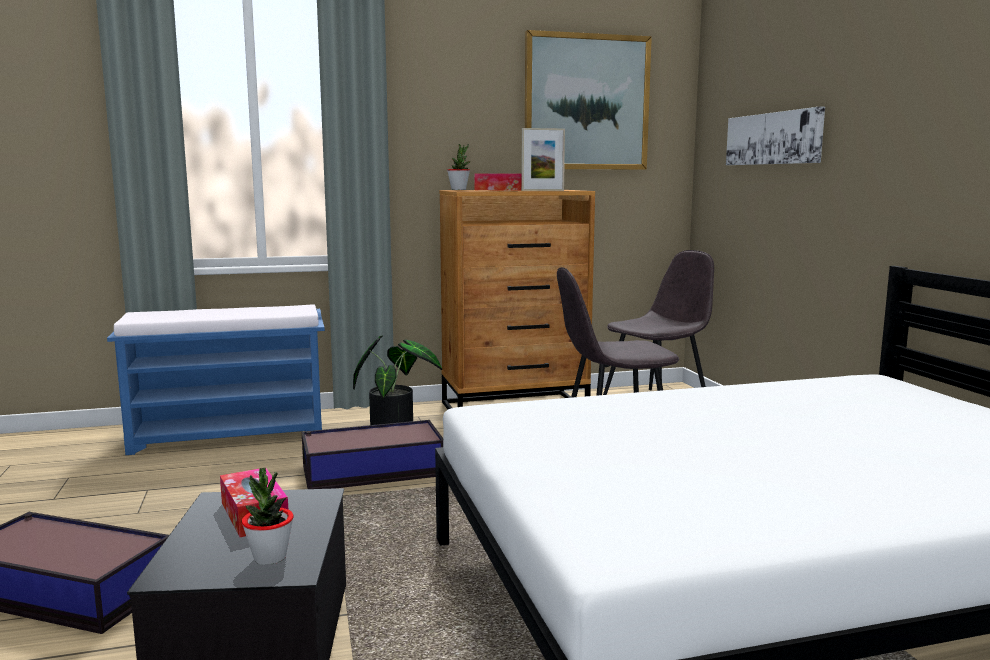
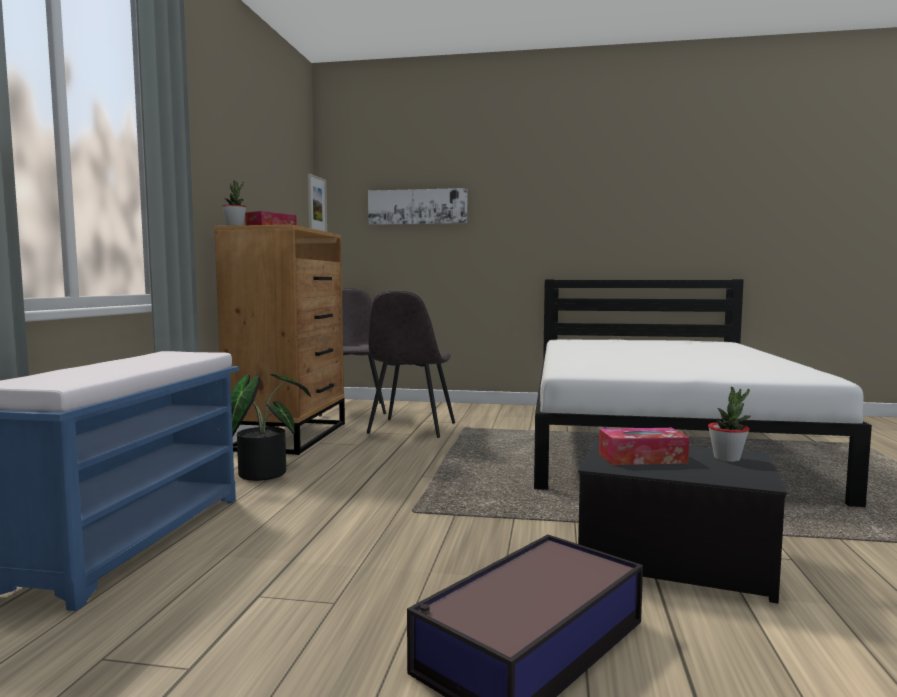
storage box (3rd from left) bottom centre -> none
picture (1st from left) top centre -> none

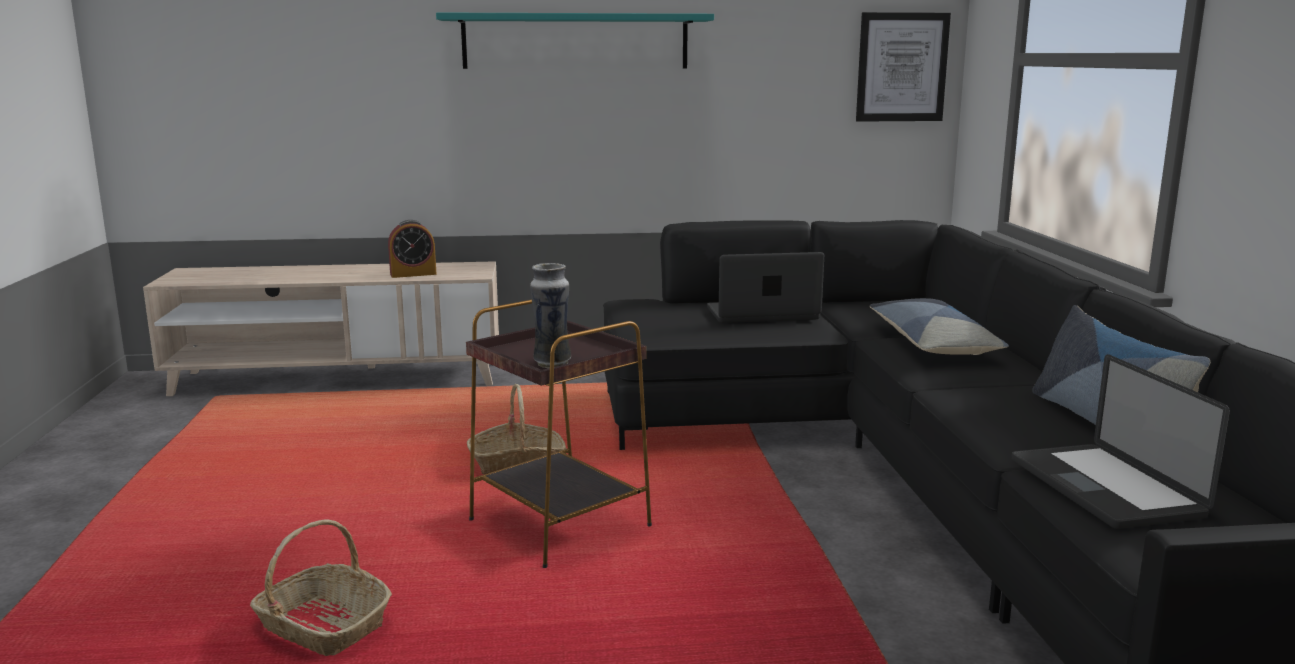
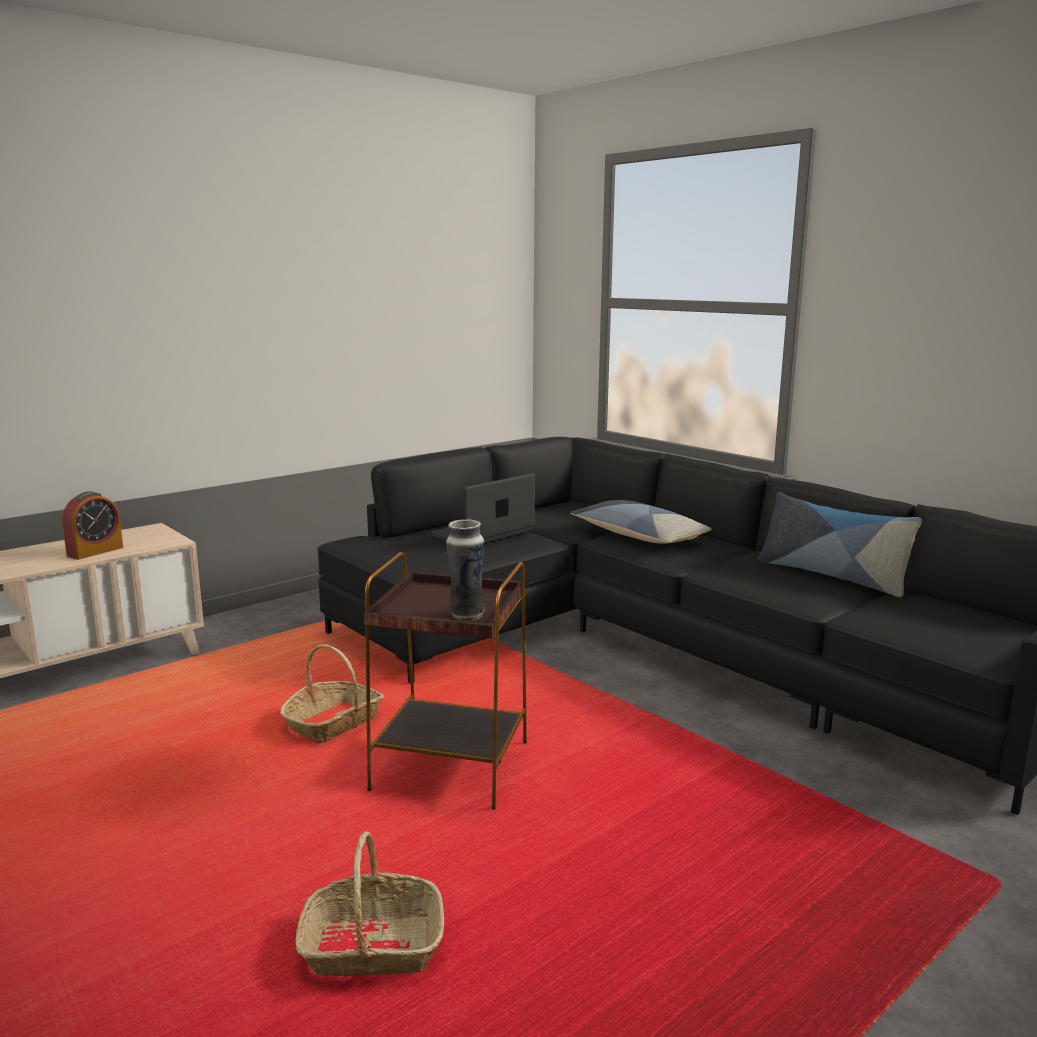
turquoise shelf top centre -> none
picture top right -> none
laptop (2nd from left) middle right -> none

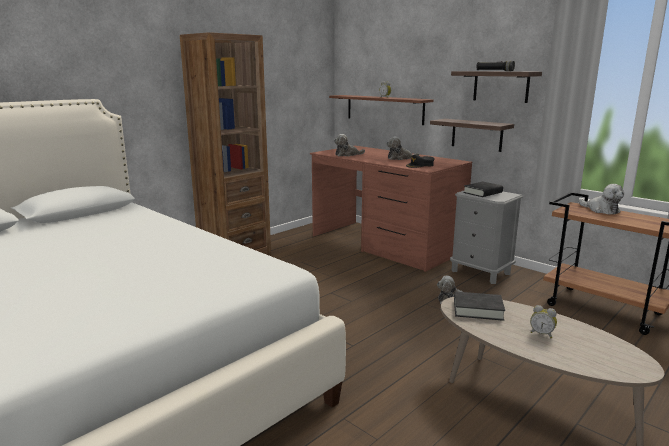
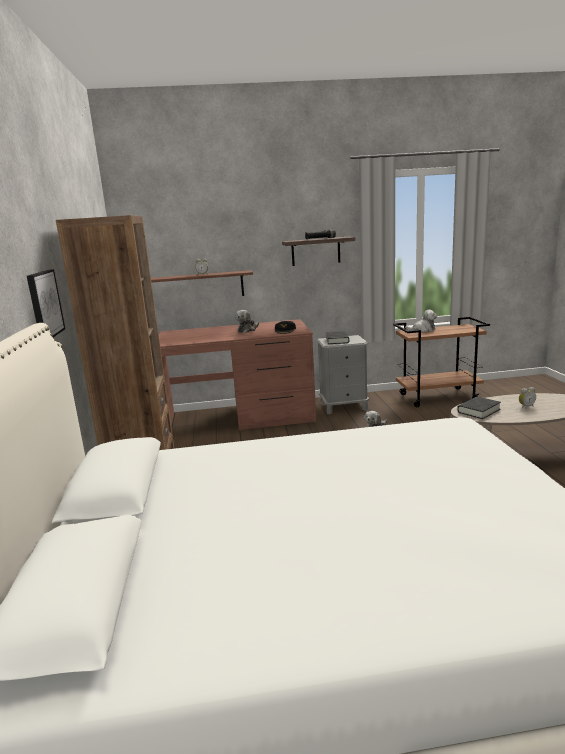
plush toy (1st from left) top centre -> none
shelf (2nd from left) top right -> none
none -> picture middle left

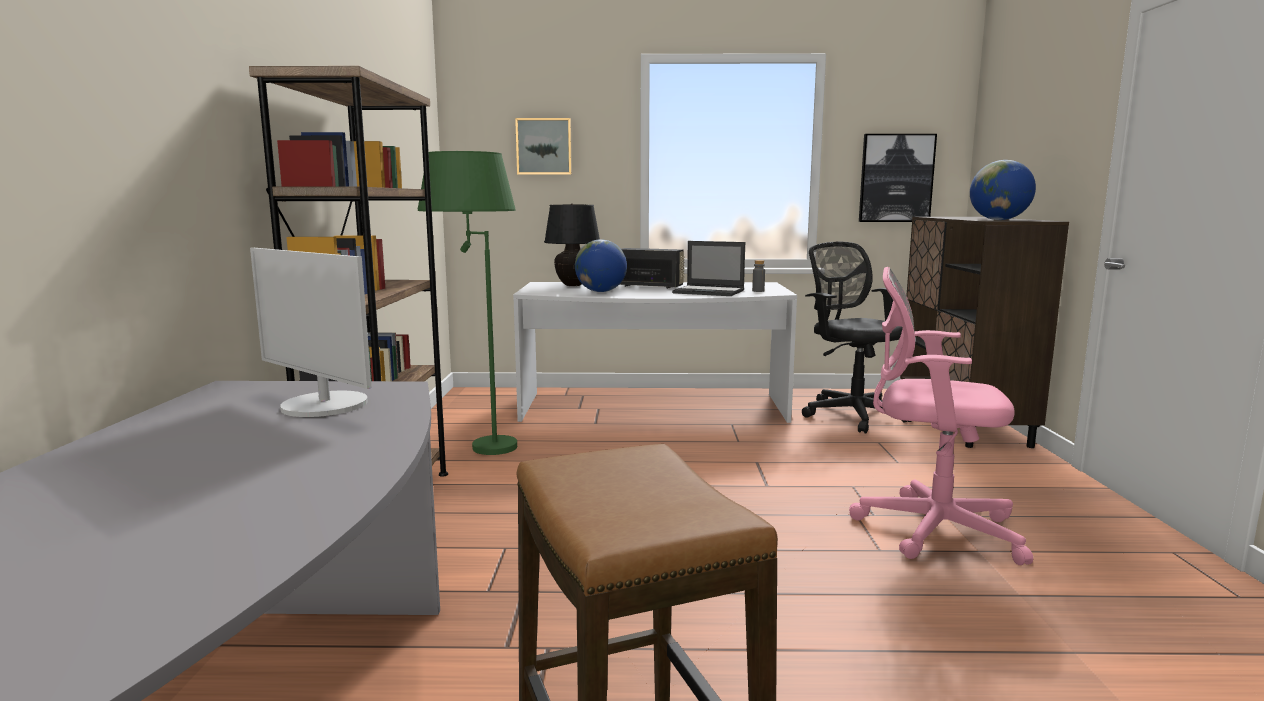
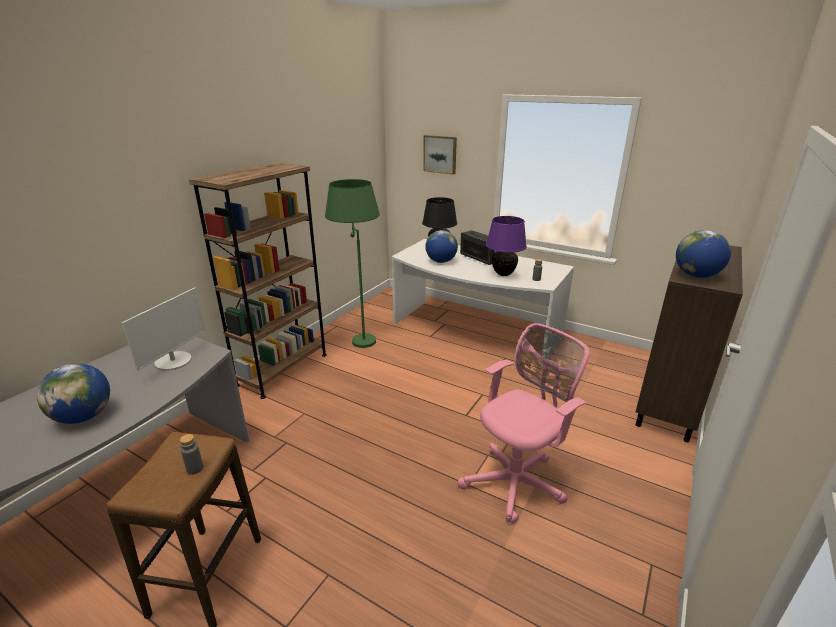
black office chair middle right -> none
picture (2nd from left) top right -> none
none -> globe (1st from left) middle left
none -> grey bottle (1st from left) bottom left
laptop centre -> purple table lamp centre
monitor middle left, 135 degrees counterclockwise
pink office chair middle right -> pink office chair bottom centre, 90 degrees clockwise

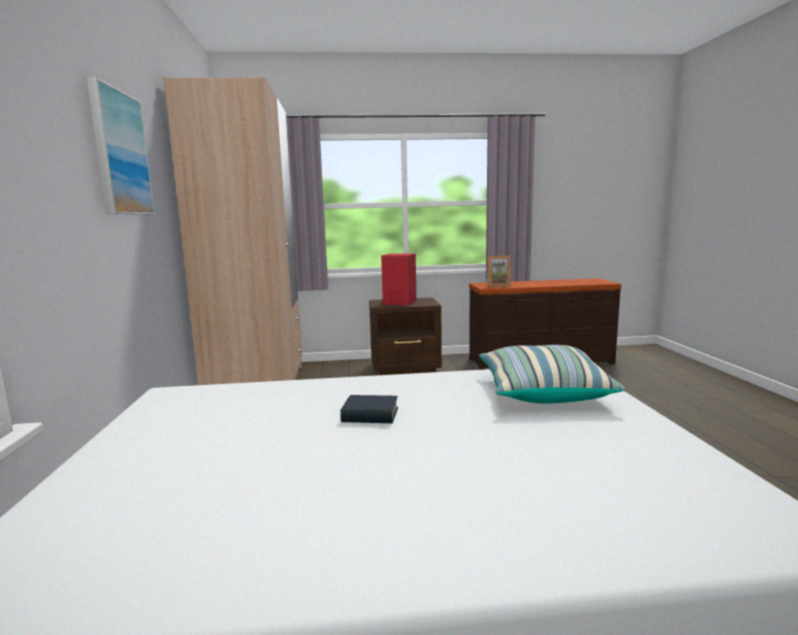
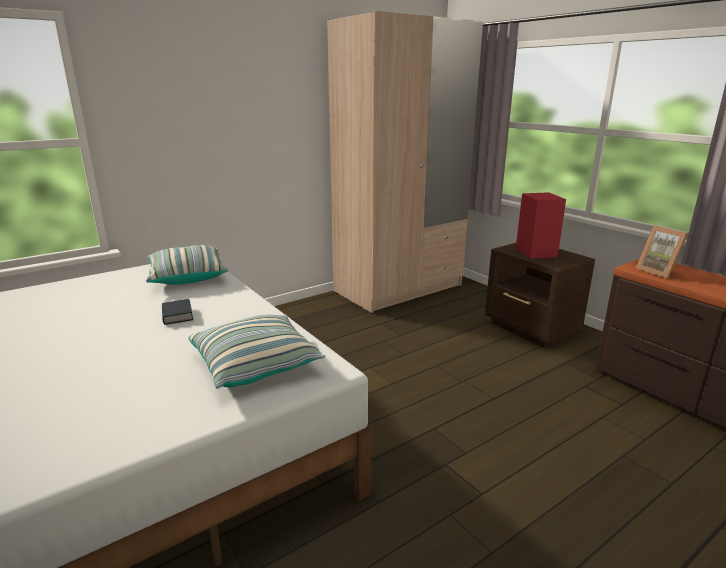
picture top left -> none
none -> pillow (1st from left) middle left

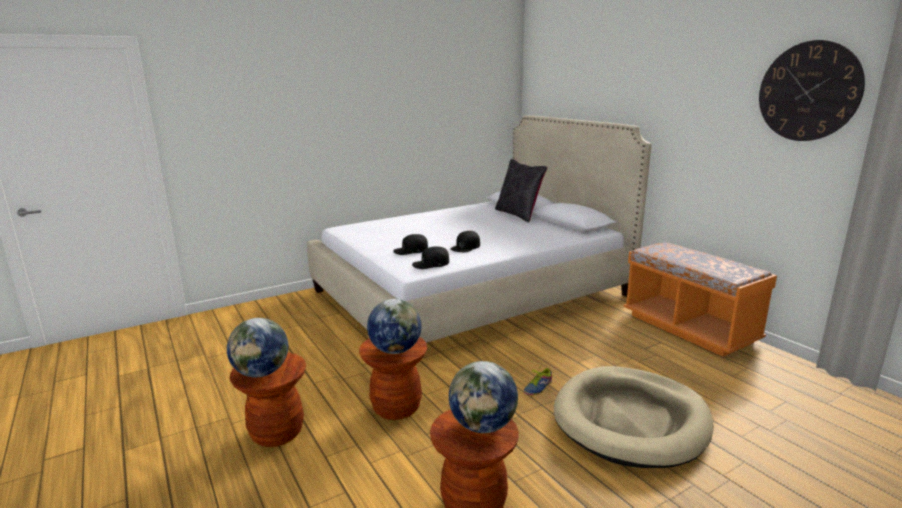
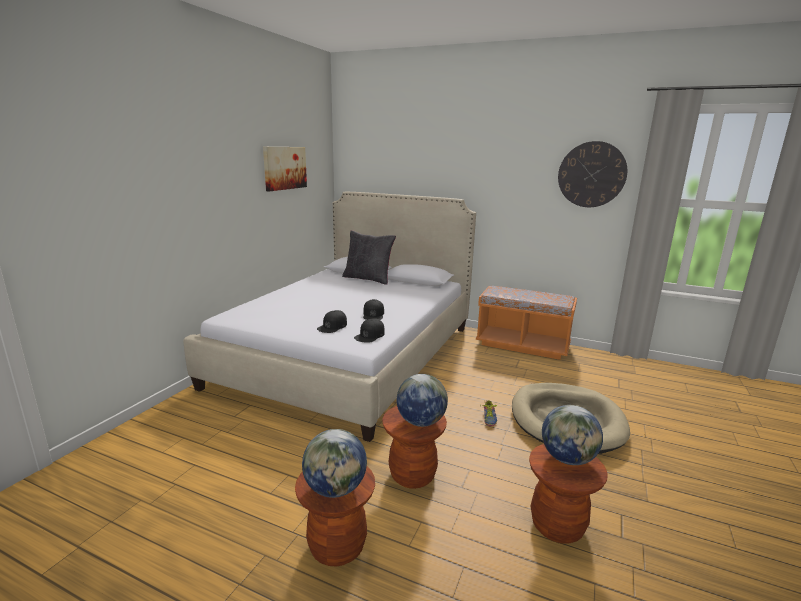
none -> picture top centre

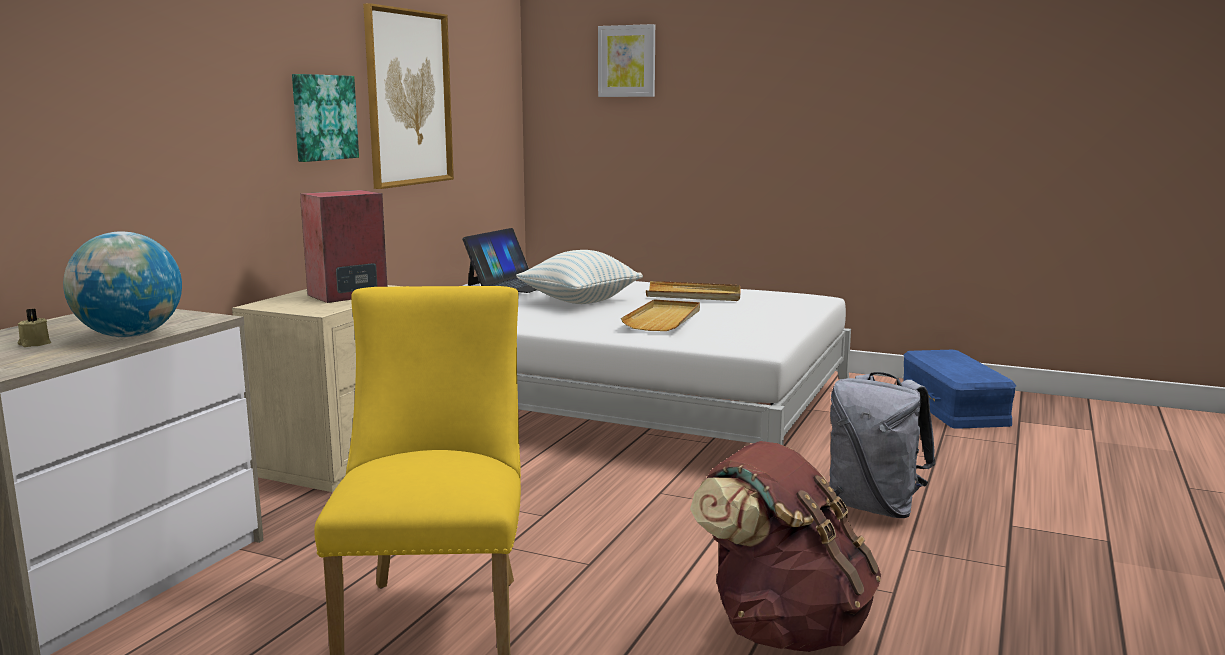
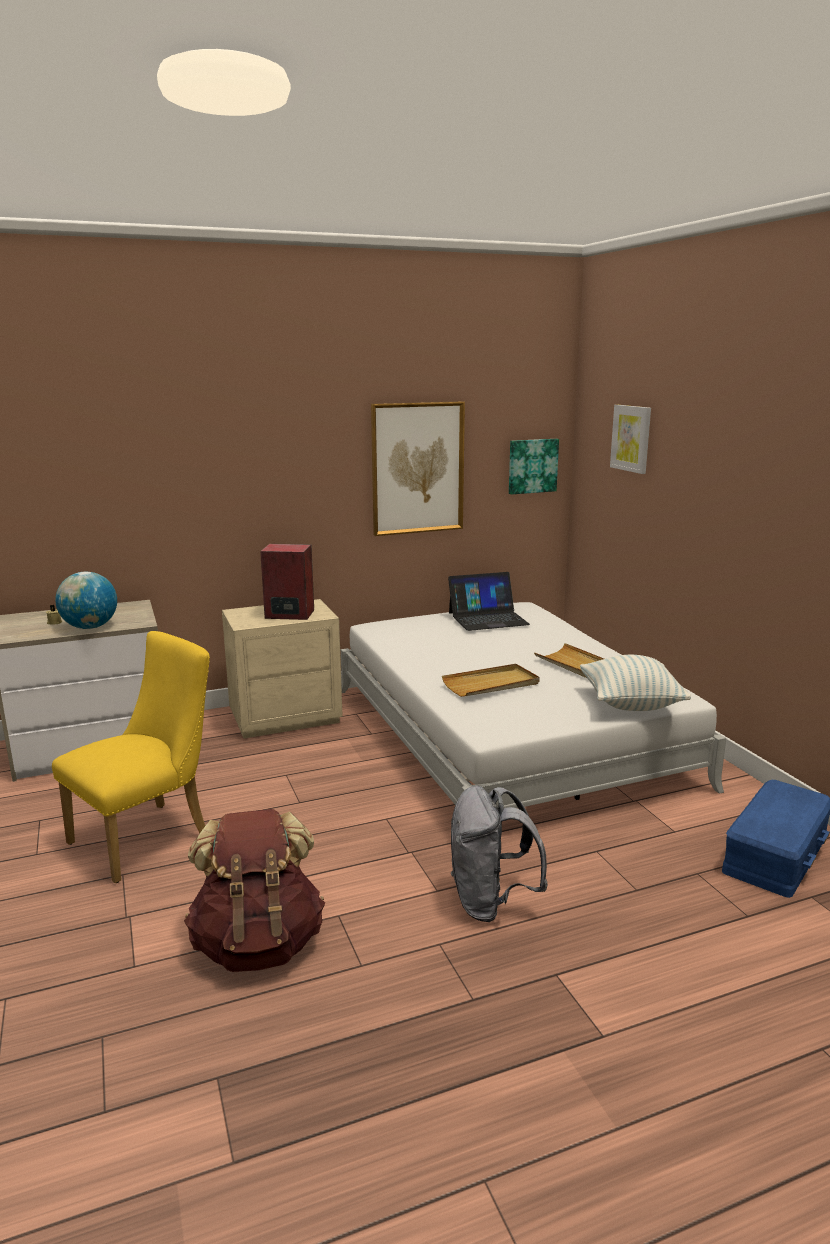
picture (1st from left in the first image) top left -> picture (2nd from left) centre, move
pillow centre -> pillow middle right, move

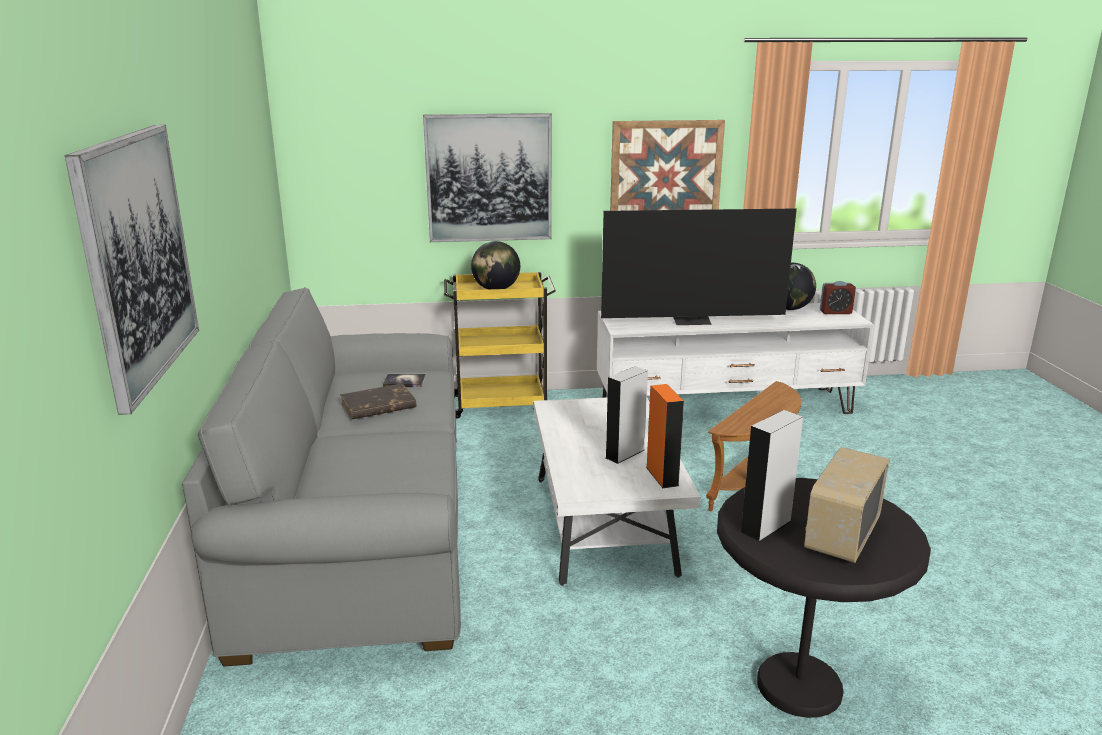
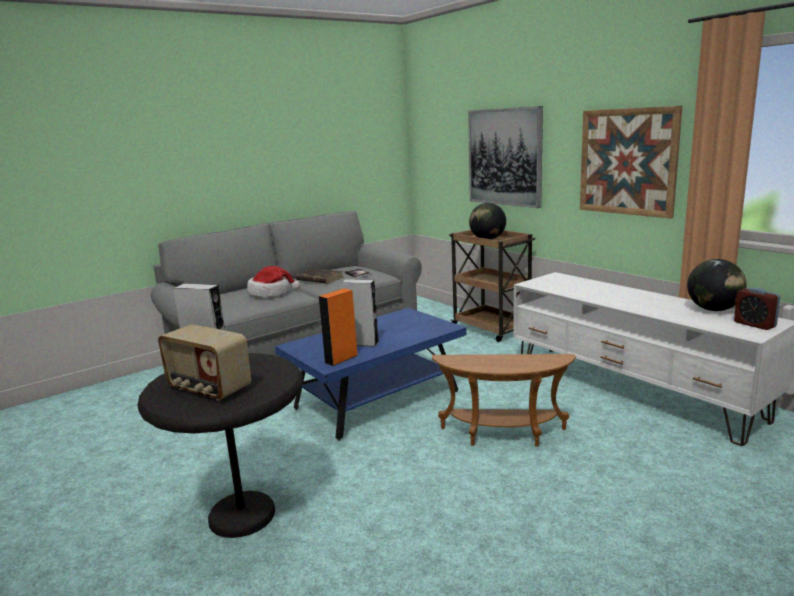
picture (1st from left) middle left -> none
television centre -> none
none -> hat centre
yellow cart centre -> brown cart centre
white coffee table bottom centre -> blue coffee table centre
radio bottom right -> radio middle left, 150 degrees counterclockwise

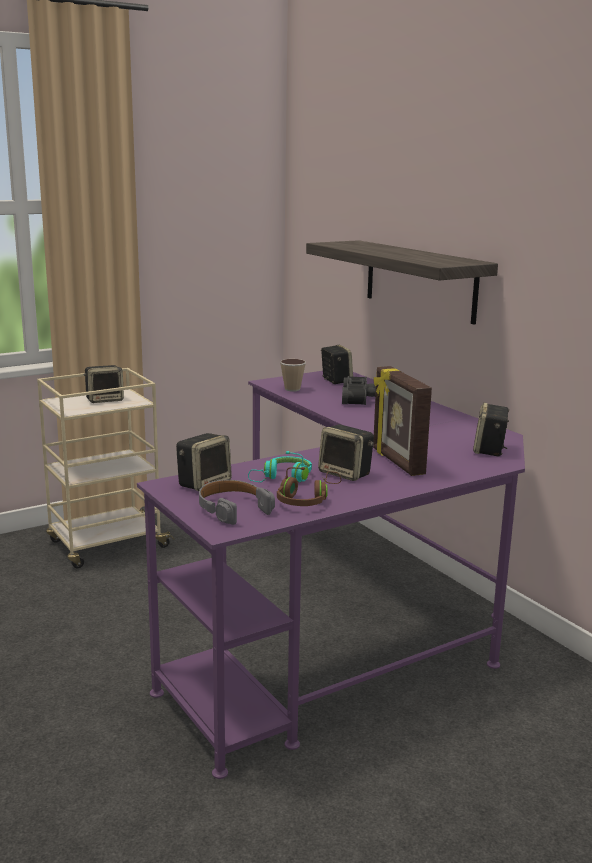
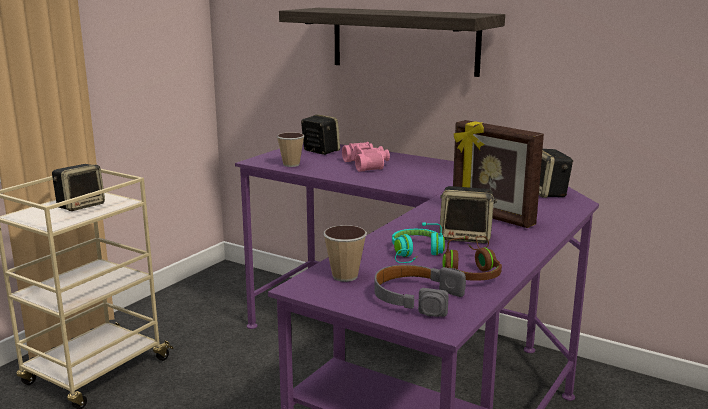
speaker (2nd from left) centre -> cup (2nd from left) centre
black binoculars centre -> pink binoculars centre

